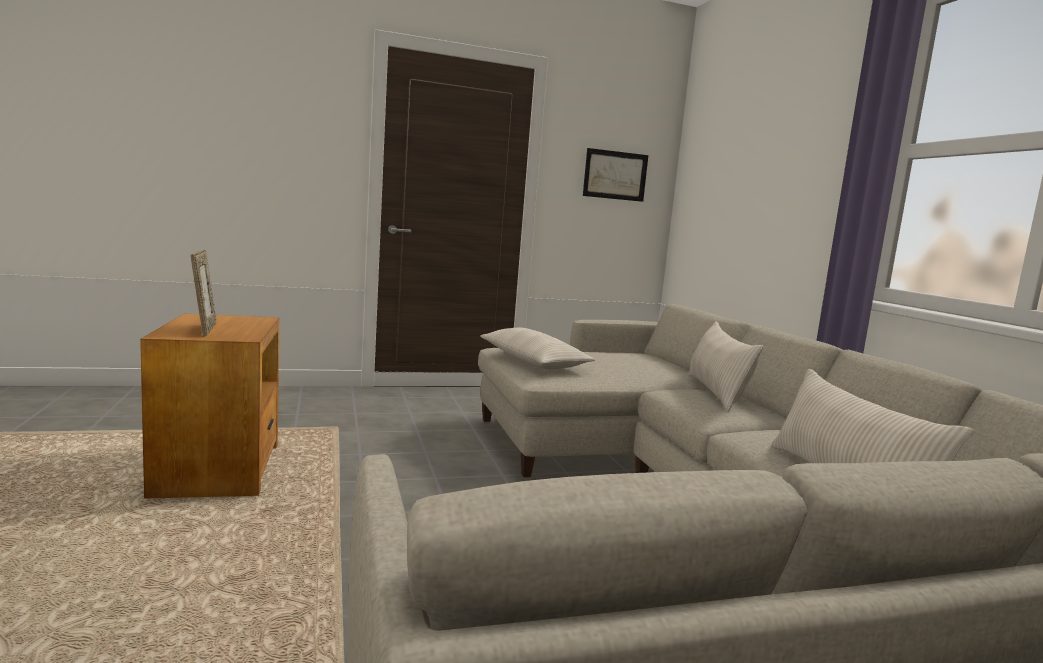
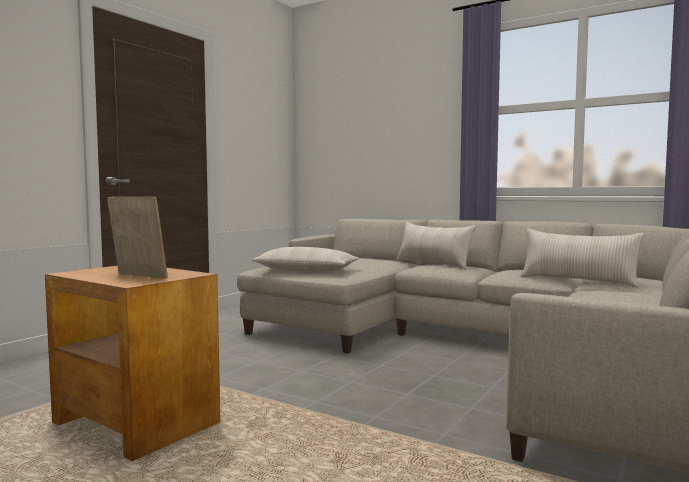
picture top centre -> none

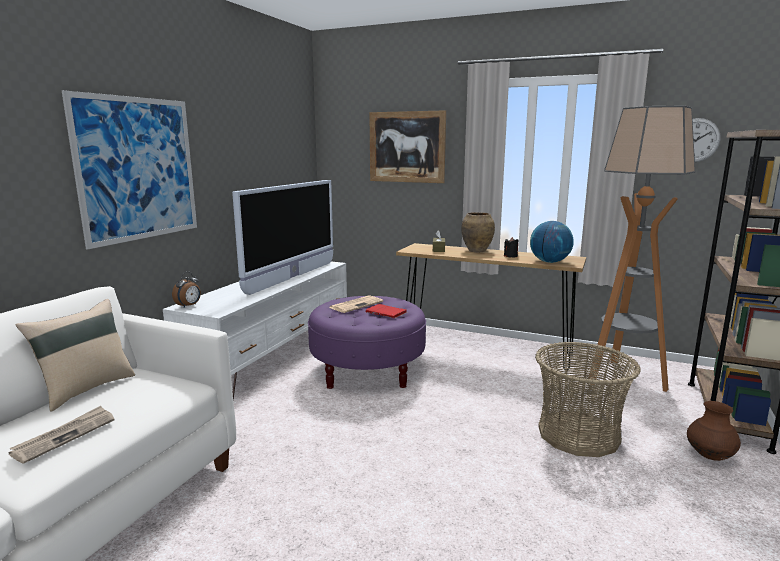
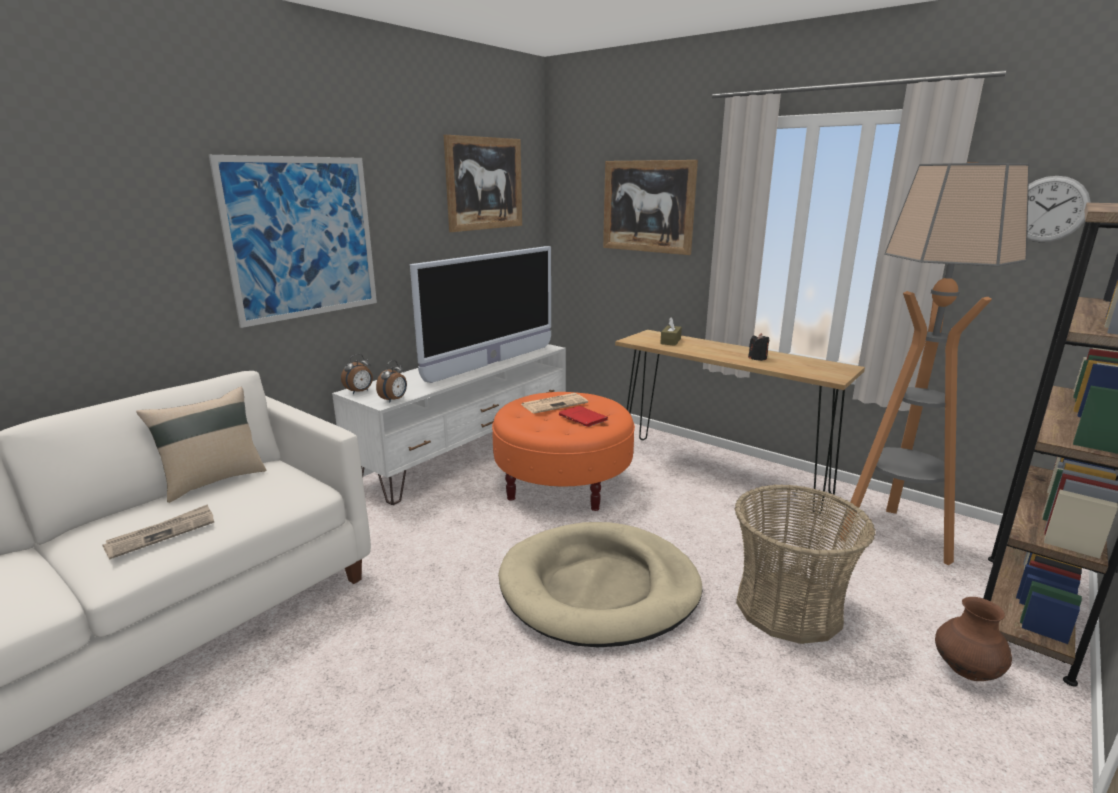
brown vase (1st from left) centre -> none
globe middle right -> none
none -> alarm clock (2nd from left) centre
none -> picture (2nd from left) top centre
none -> beige dog bed bottom centre
purple ottoman centre -> orange ottoman centre

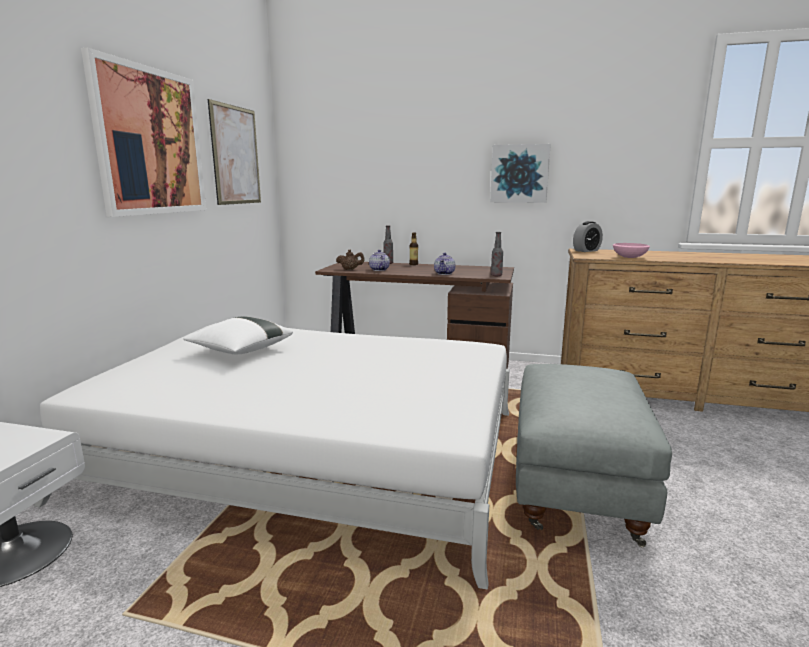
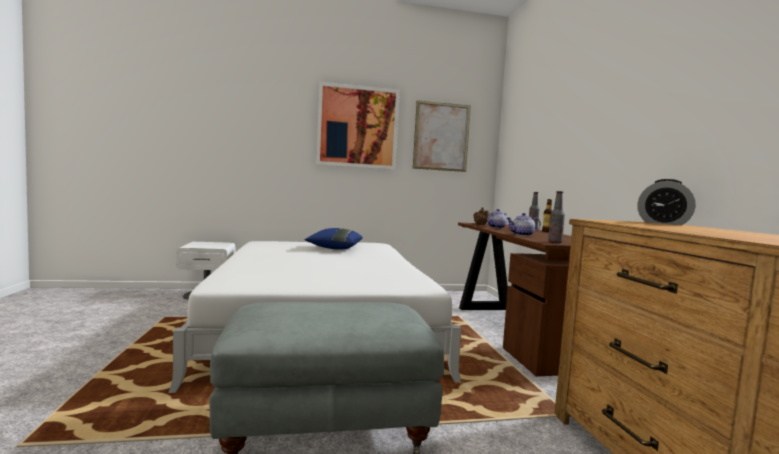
picture (3rd from left) top centre -> none
pink bowl middle right -> none
white pillow middle left -> blue pillow centre

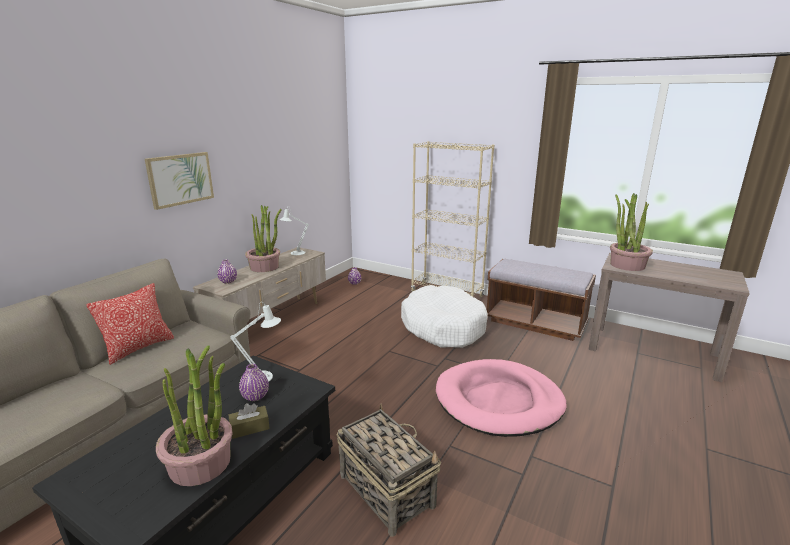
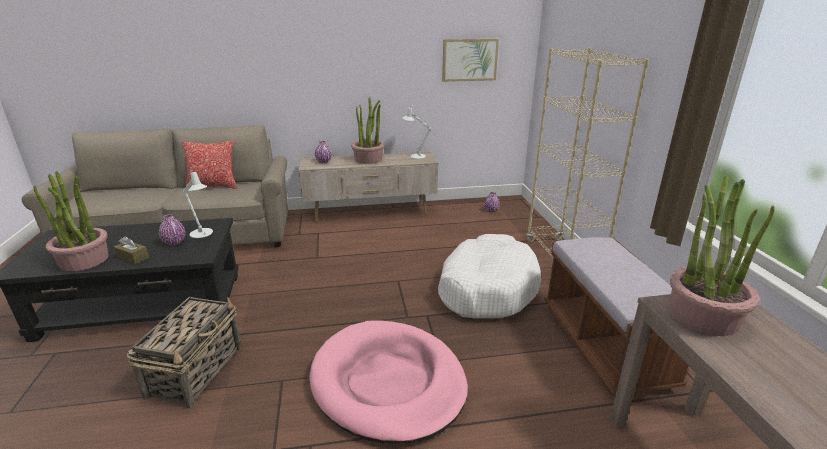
picture top left -> picture top centre, move

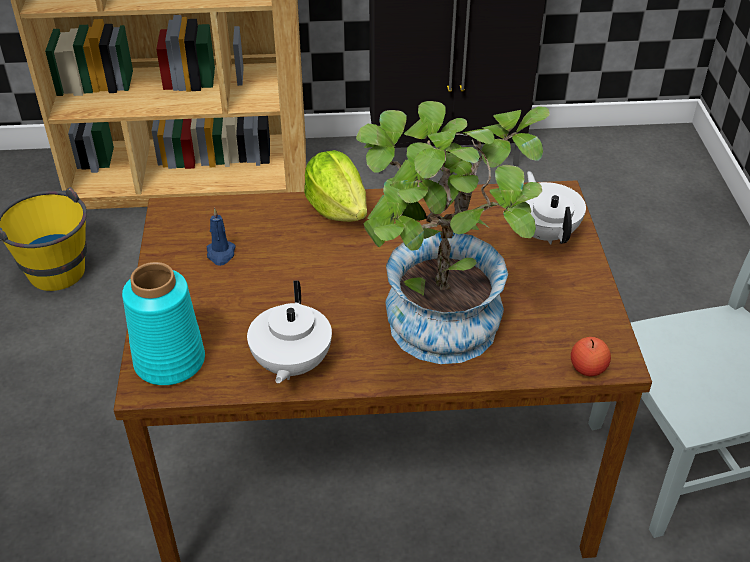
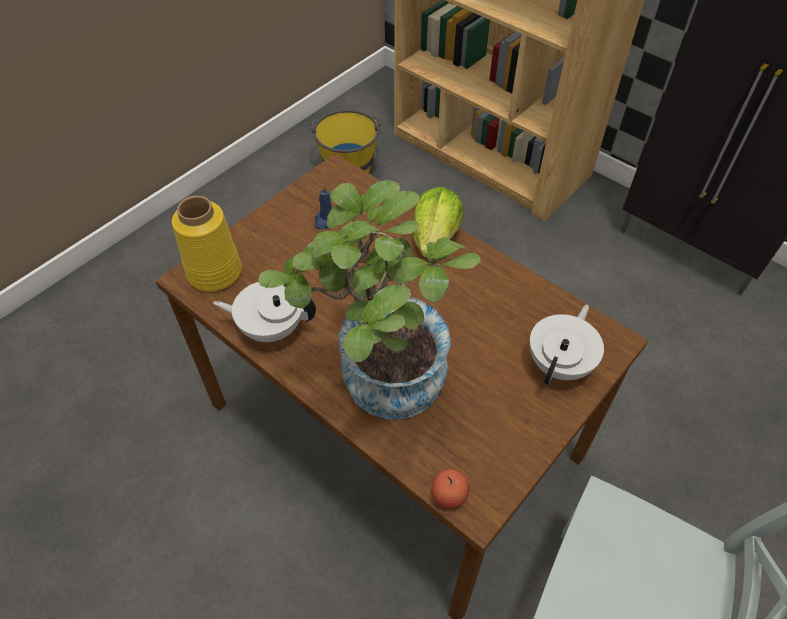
turquoise vase middle left -> yellow vase middle left
white teapot (1st from left) centre, 45 degrees clockwise

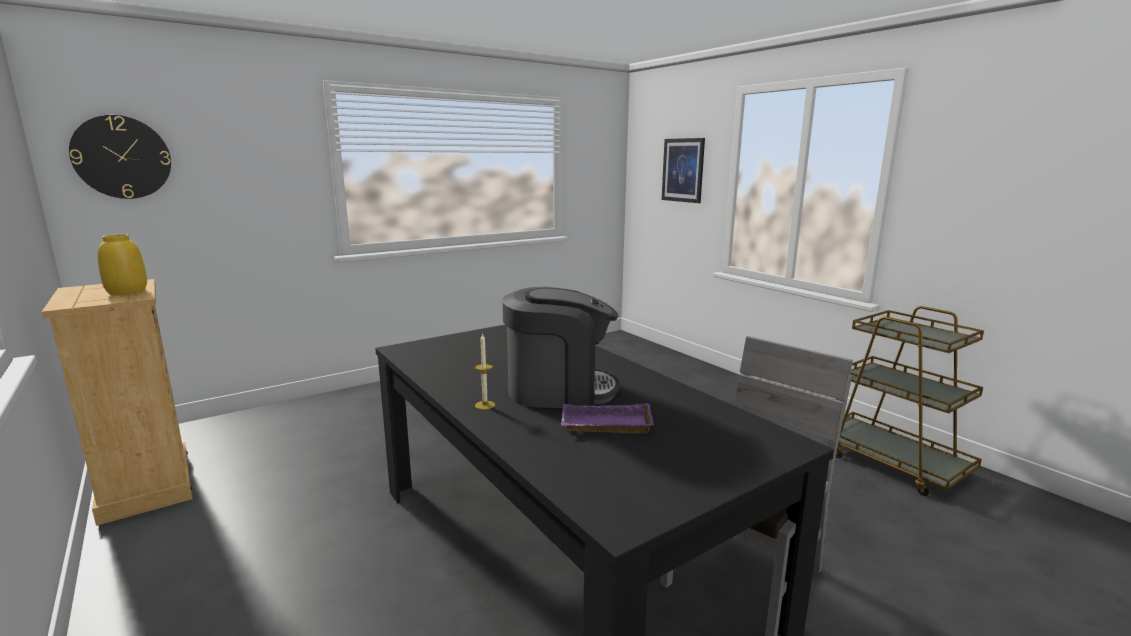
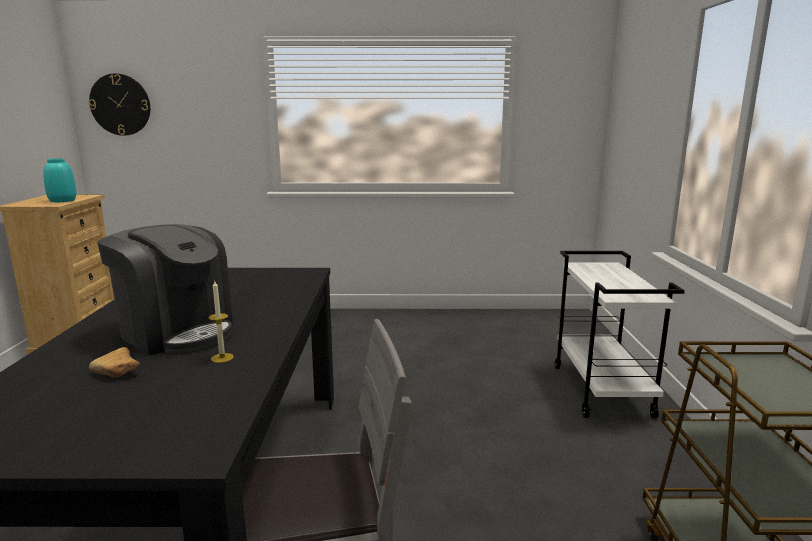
picture top centre -> none
none -> white cart middle right
candle centre -> candle middle left, move
purple tray centre -> bread bottom left
yellow vase middle left -> turquoise vase top left

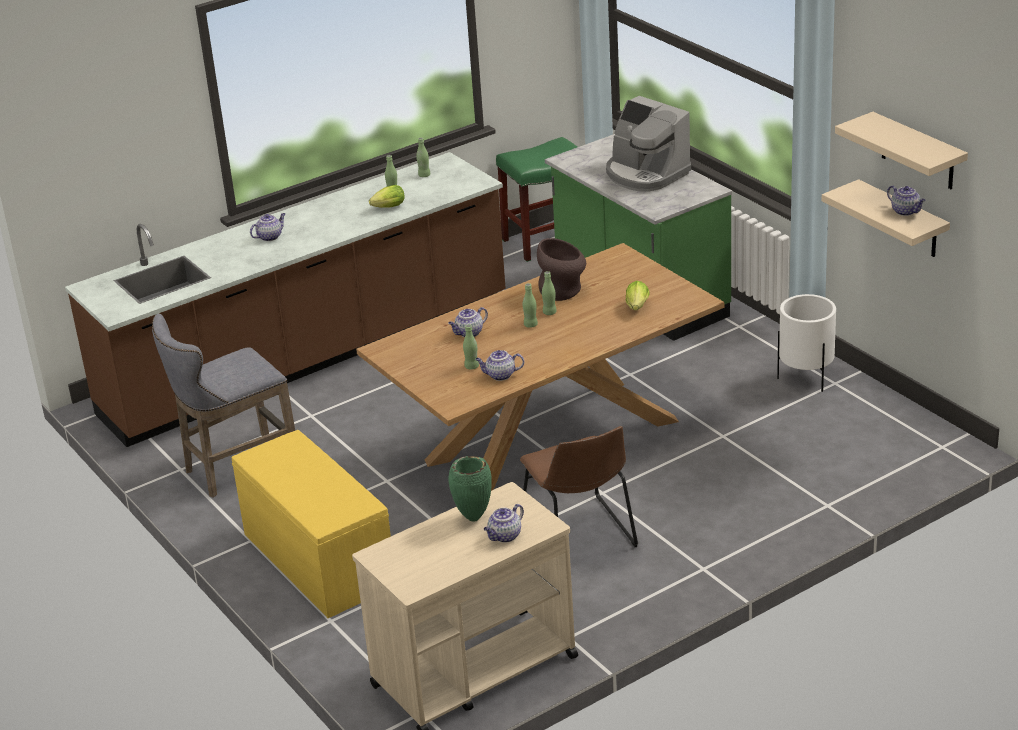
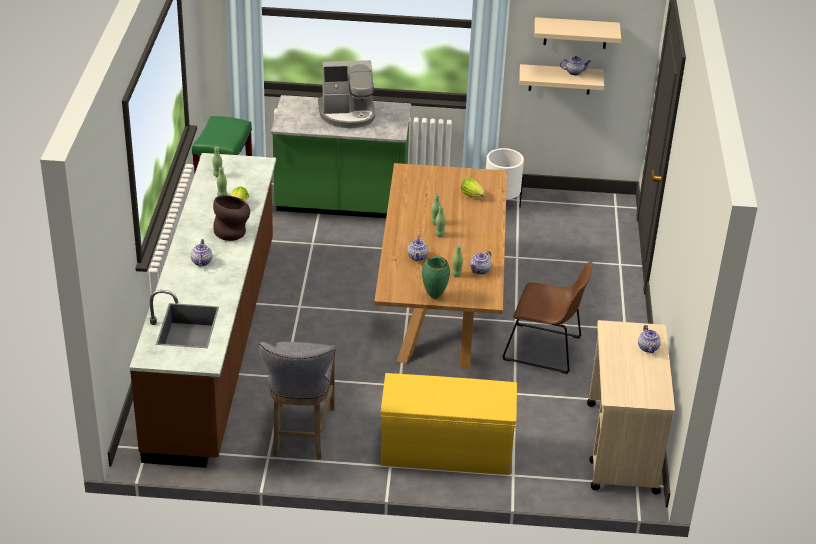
green vase bottom centre -> green vase centre, move
brown vase centre -> brown vase middle left, move

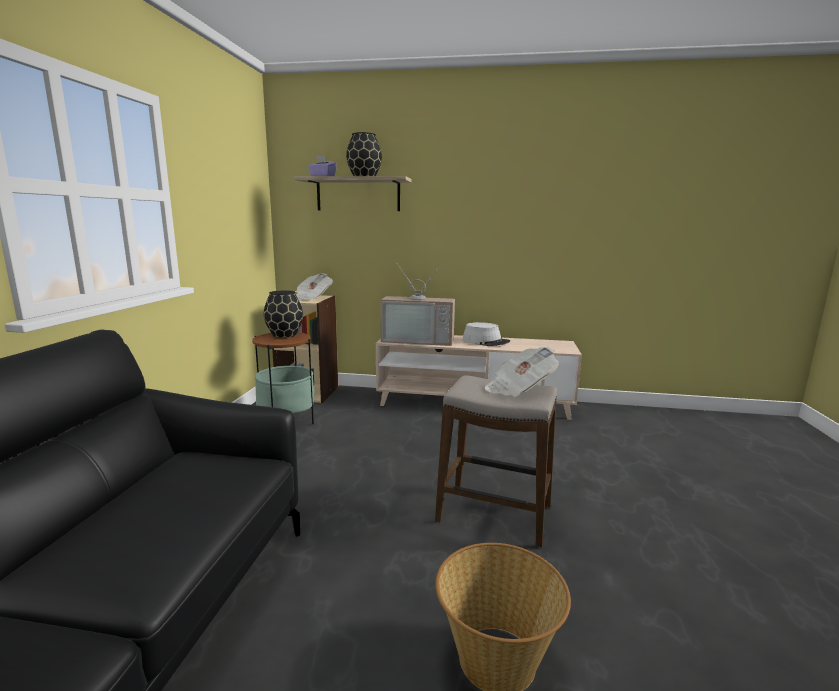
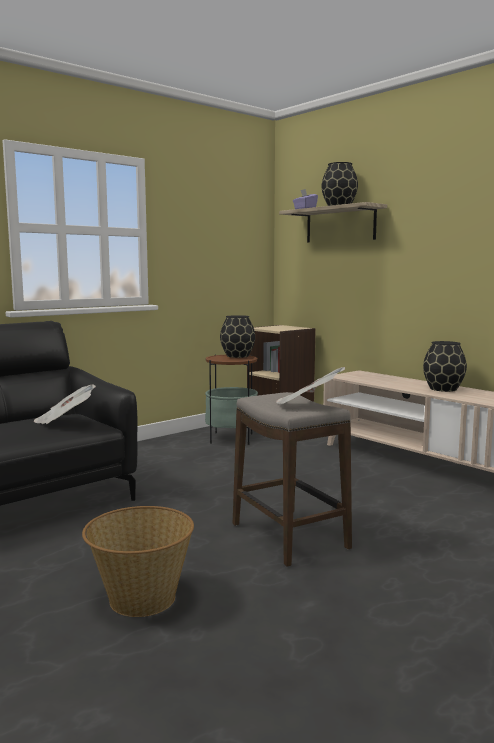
television centre -> none
newspaper (1st from left) centre -> newspaper (1st from left) middle left, move
grey hat centre -> black vase (3rd from left) middle right

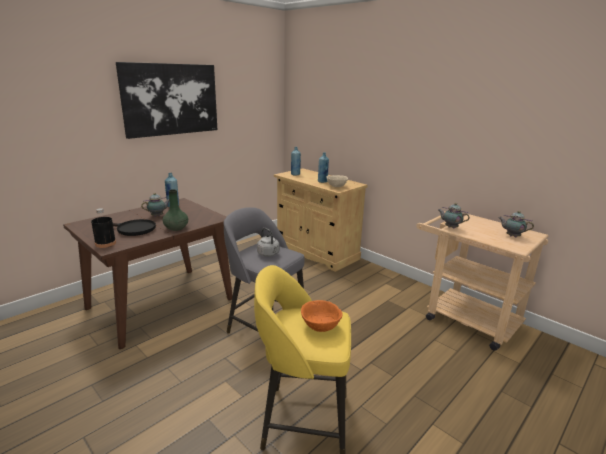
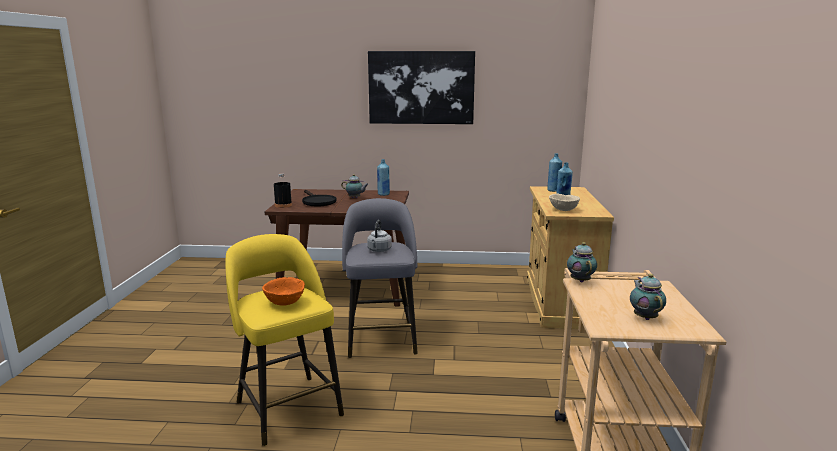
green vase middle left -> none

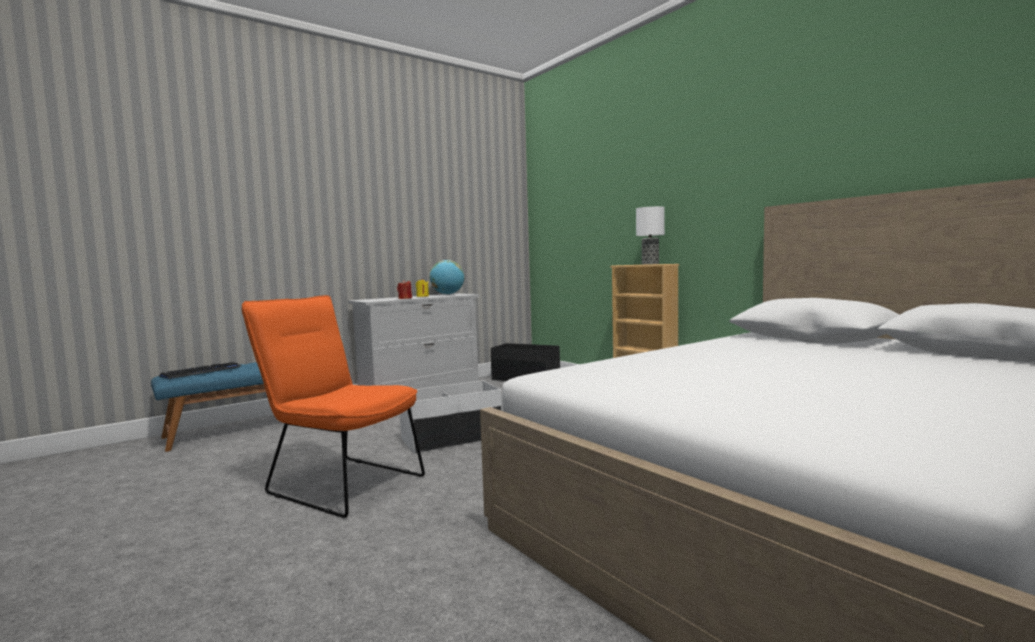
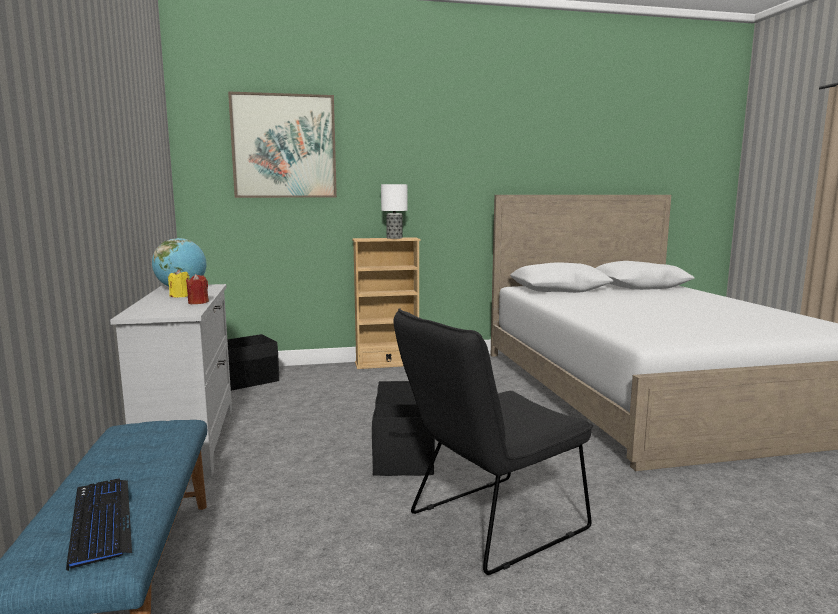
none -> picture top centre
orange chair middle left -> black chair bottom centre
white storage box centre -> black storage box (2nd from left) bottom centre

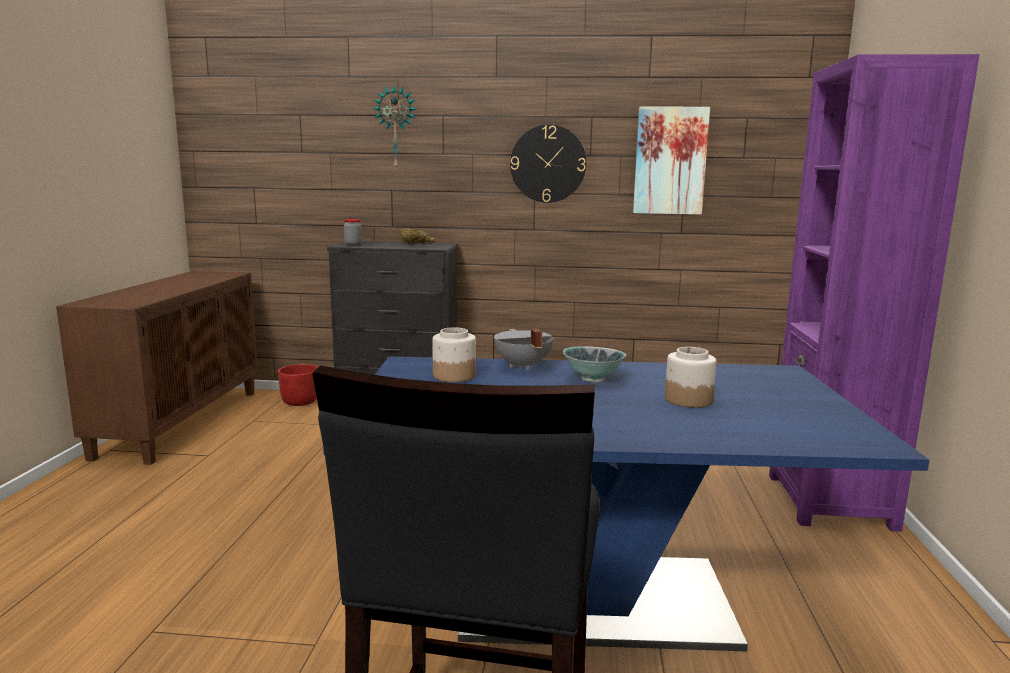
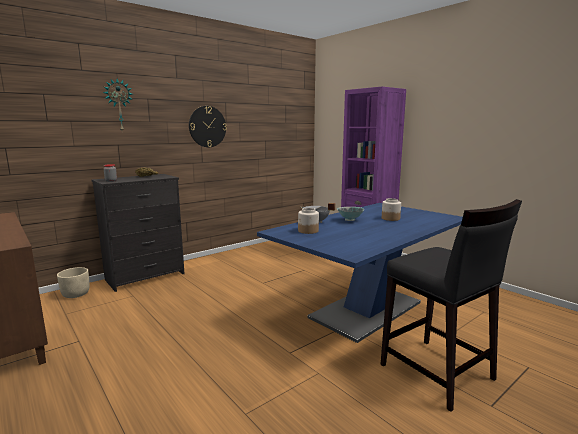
picture top centre -> none
red planter middle left -> beige planter middle left

